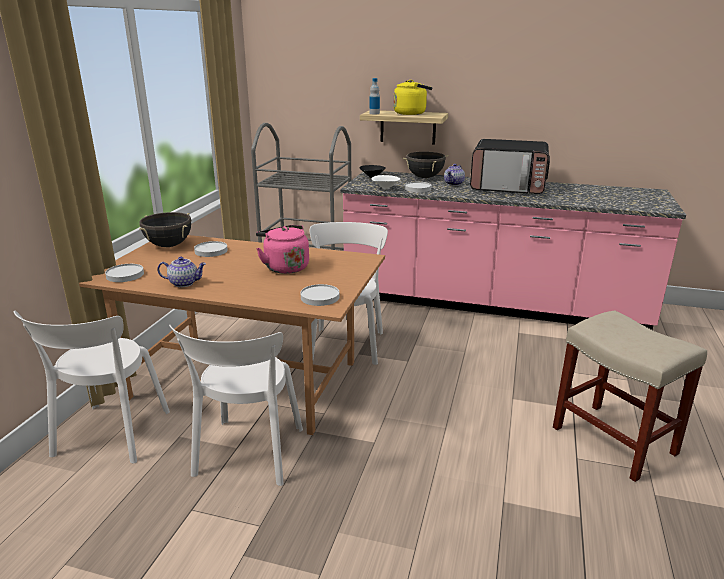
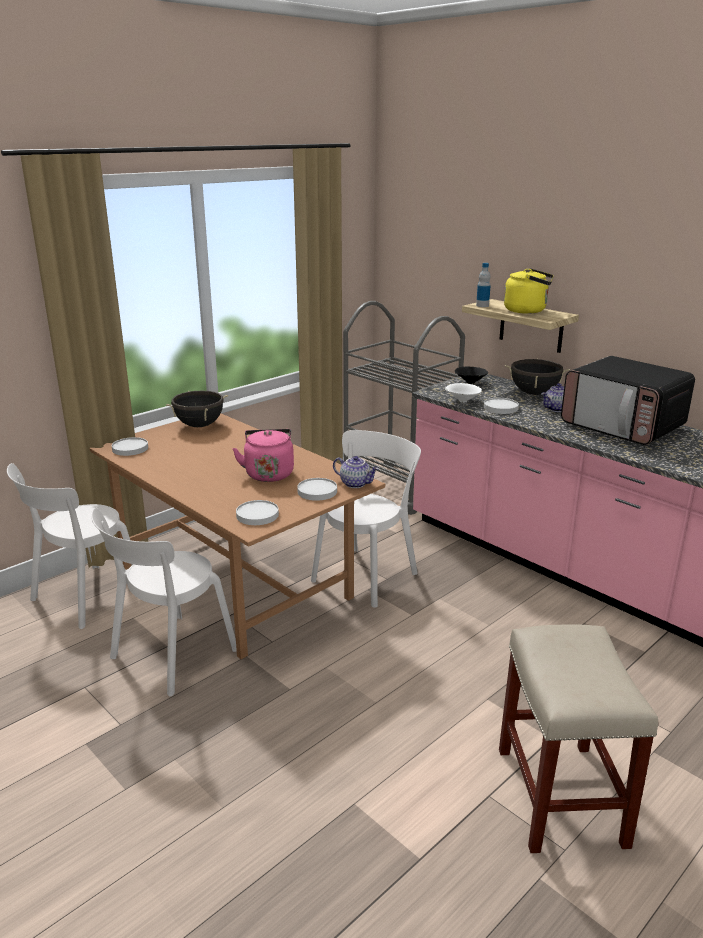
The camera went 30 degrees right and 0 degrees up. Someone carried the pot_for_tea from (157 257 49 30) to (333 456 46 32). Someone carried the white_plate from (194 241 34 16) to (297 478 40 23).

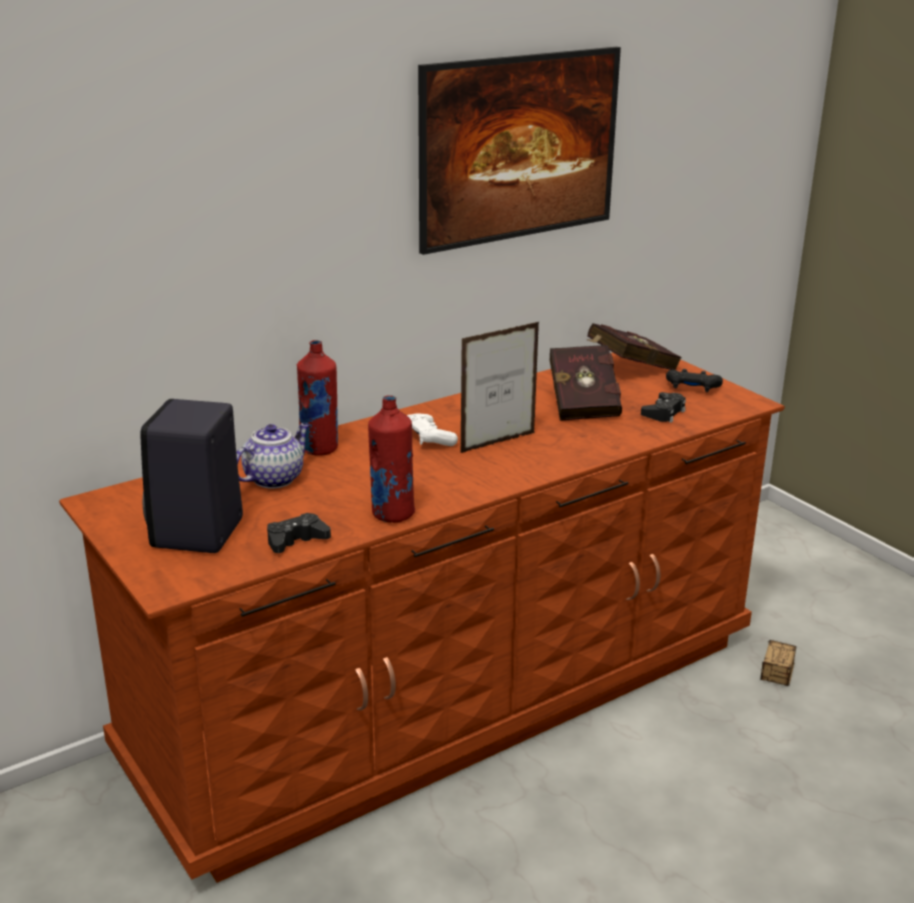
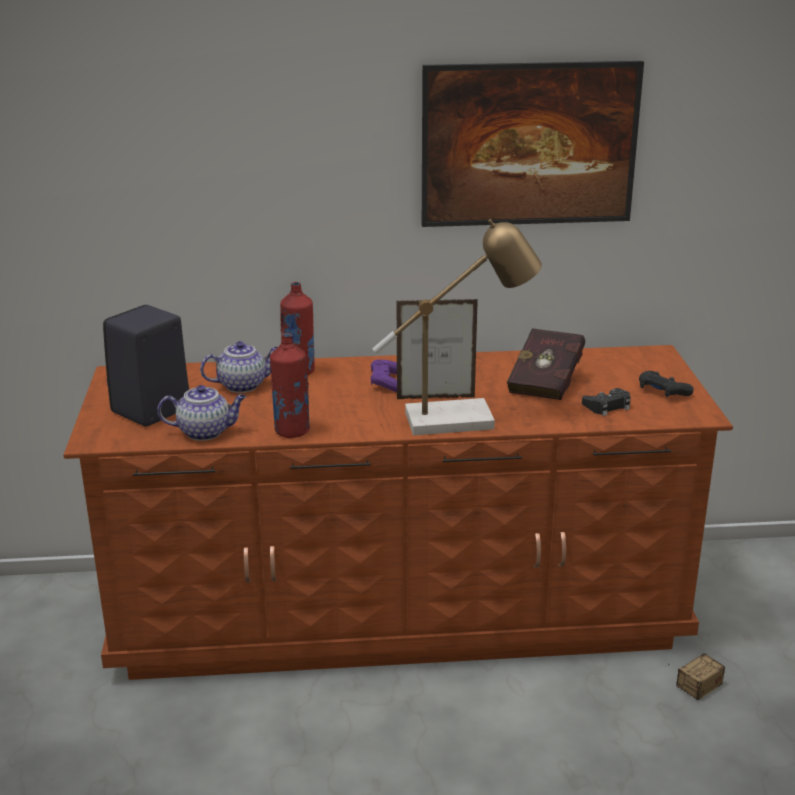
The camera went 30 degrees right and 0 degrees up. Someone swapped the black_joypad at (267 513 64 40) for the pot_for_tea at (157 385 89 56). Someone repainted the white_joypad at (407 413 51 33), which became the purplish_joypad at (370 359 27 33). Someone took away the red_book at (587 323 95 47). Someone put down the tabletop_lamp at (372 219 170 216).

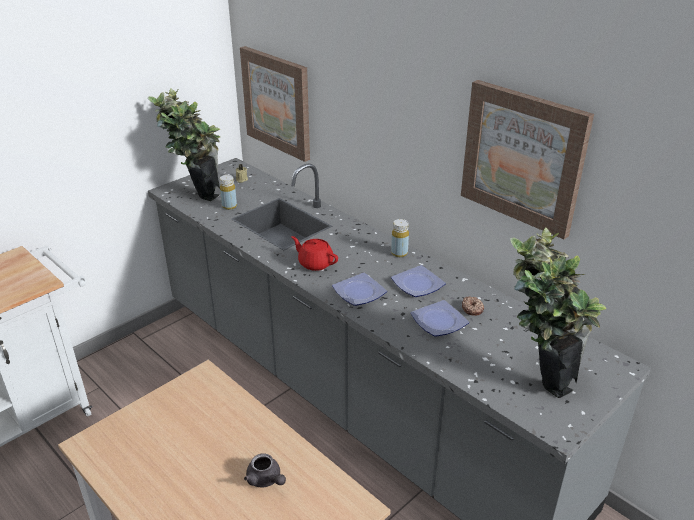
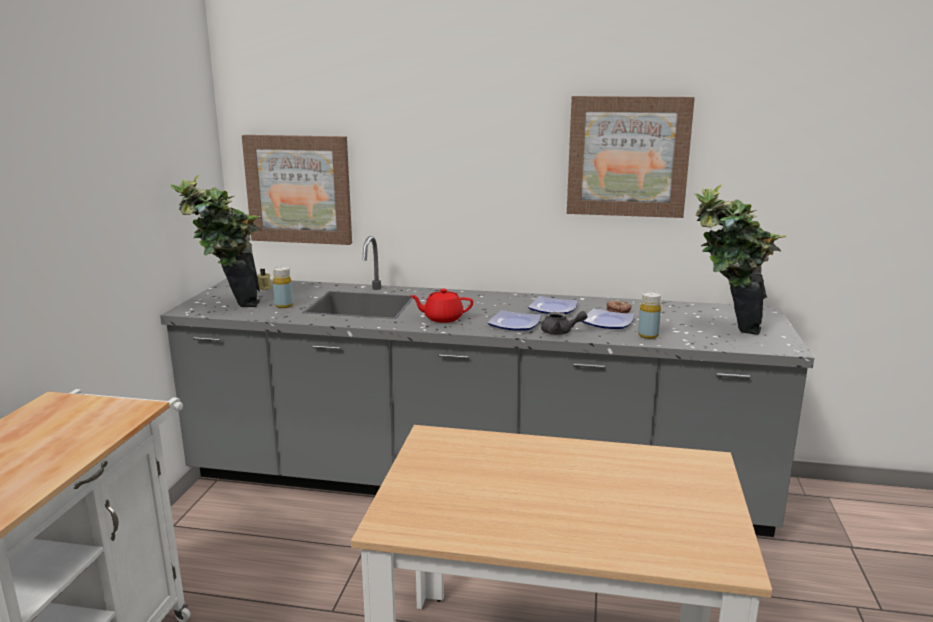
The camera went 35 degrees left and 15 degrees down. Someone carried the grey_pot_for_tea from (244 453 42 35) to (541 311 47 24). Someone carried the yellowish_drink_bottle from (391 219 18 38) to (638 292 23 47).

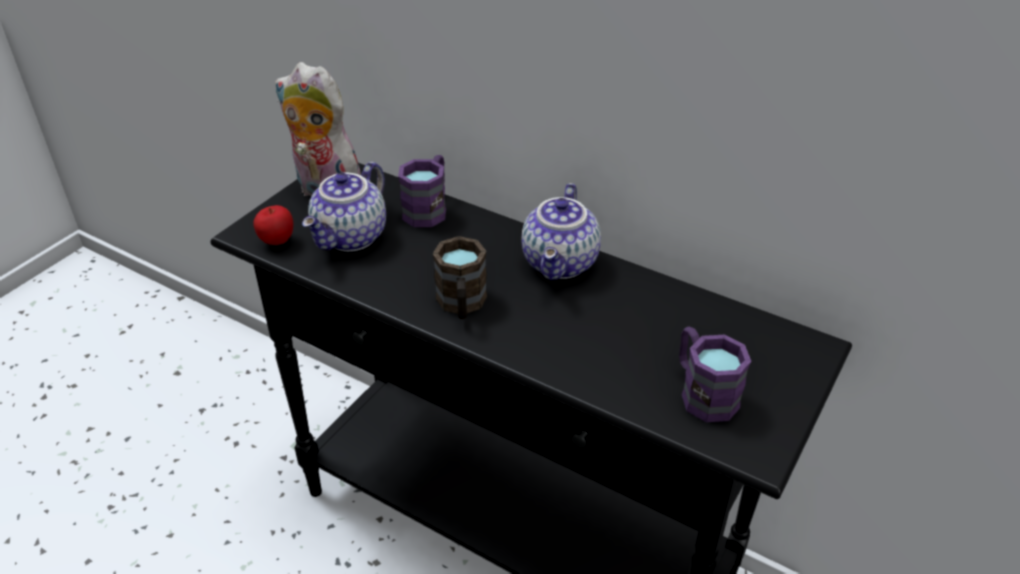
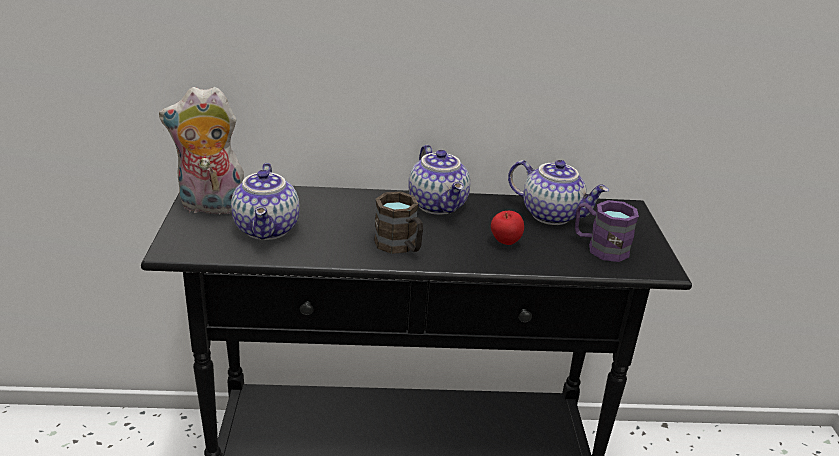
The camera went 35 degrees left and 10 degrees down. Someone carried the whole_apple from (253 205 40 40) to (491 211 33 34). Someone took away the purplish_tea_mug at (398 155 48 72). Someone put down the pot_for_tea at (508 160 101 65).

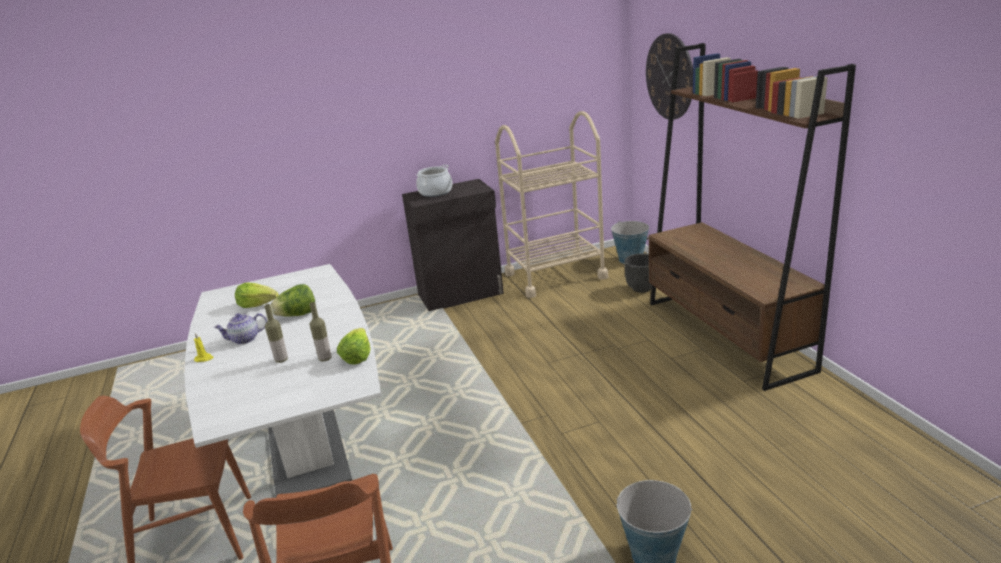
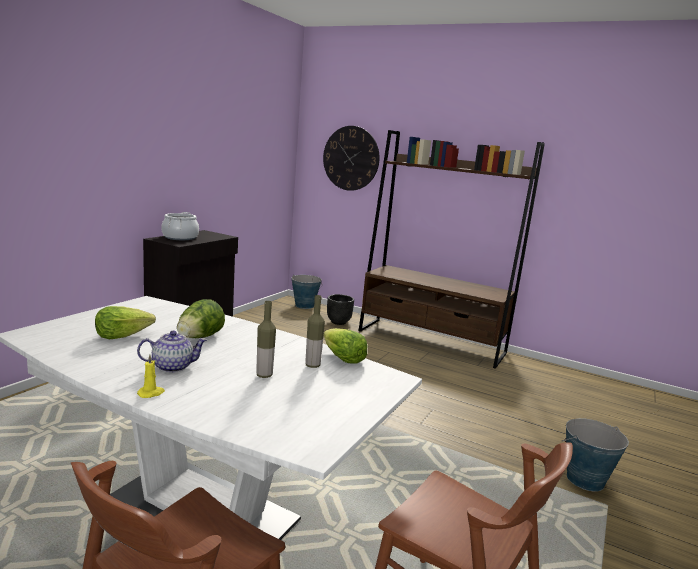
The camera went 45 degrees left and 10 degrees down. Someone rotated the pot_for_tea at (214 313 53 31) by 135 degrees counterclockwise. Someone took away the beige_wheeled_cart at (495 111 113 187).

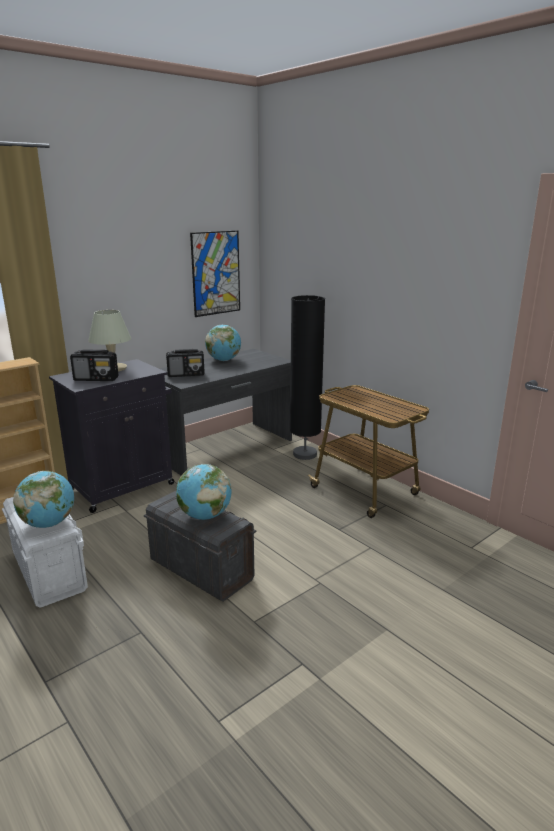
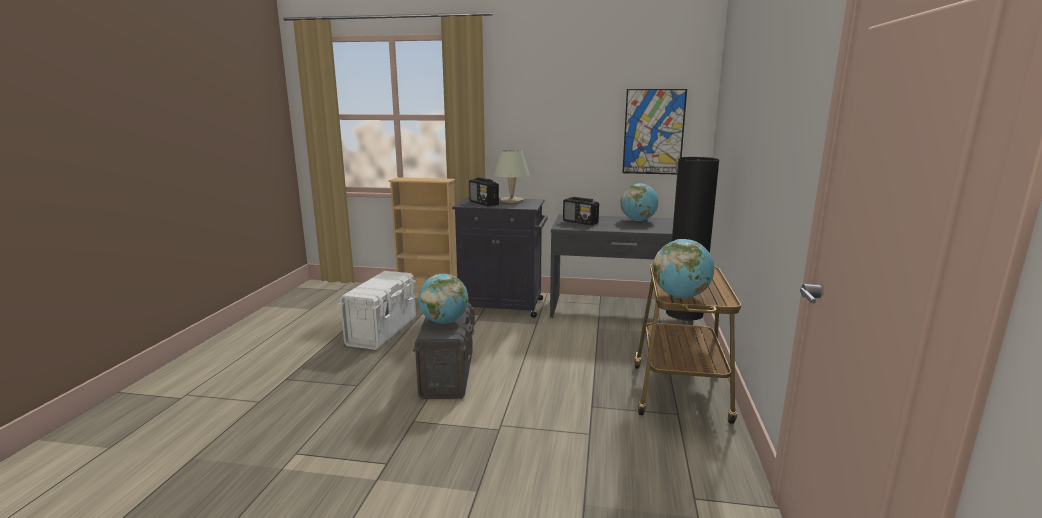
The camera went 50 degrees right and 5 degrees down. Someone carried the globe from (13 471 61 57) to (653 239 61 59).

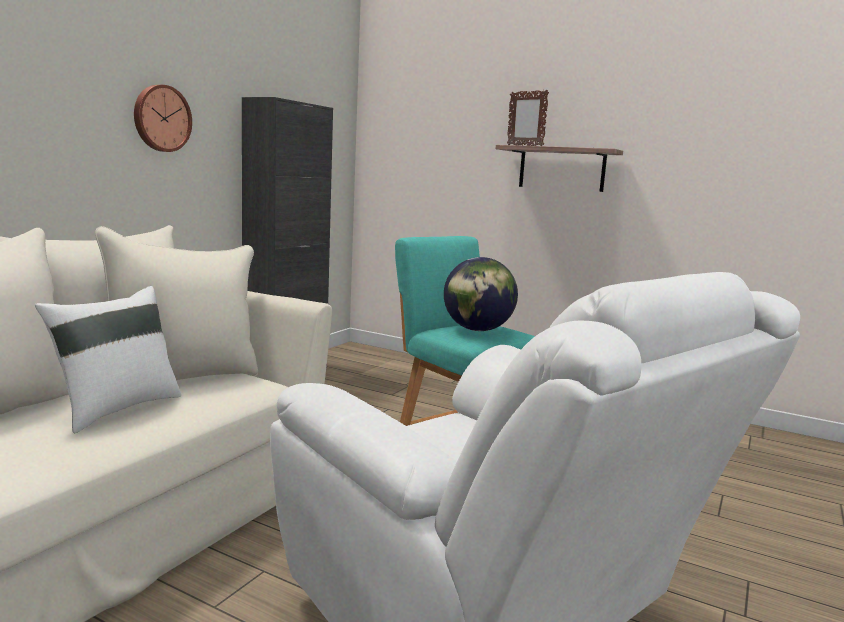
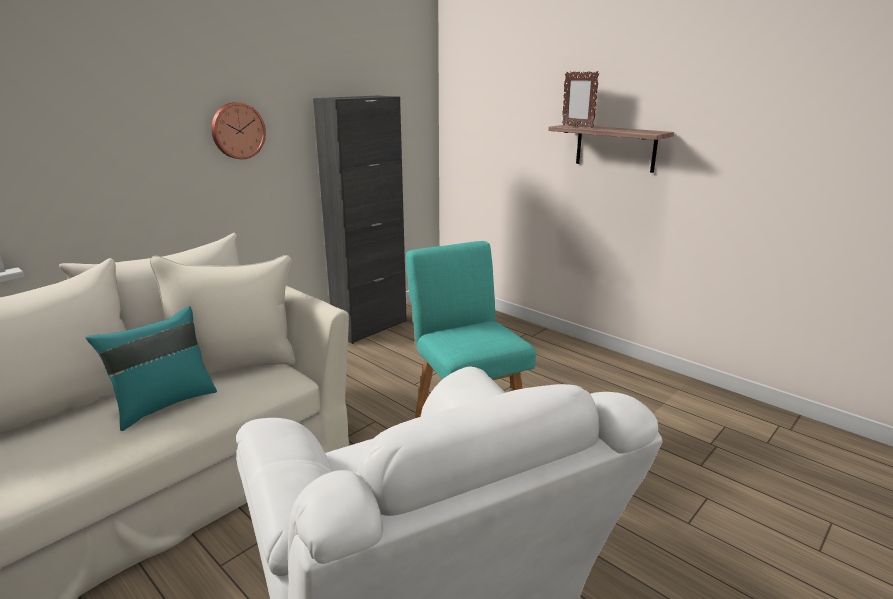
The camera went 15 degrees right and 10 degrees up. Someone repainted the white_cushion at (35 286 146 147), which became the turquoise_cushion at (85 306 132 125). Someone took away the globe at (444 257 74 74).

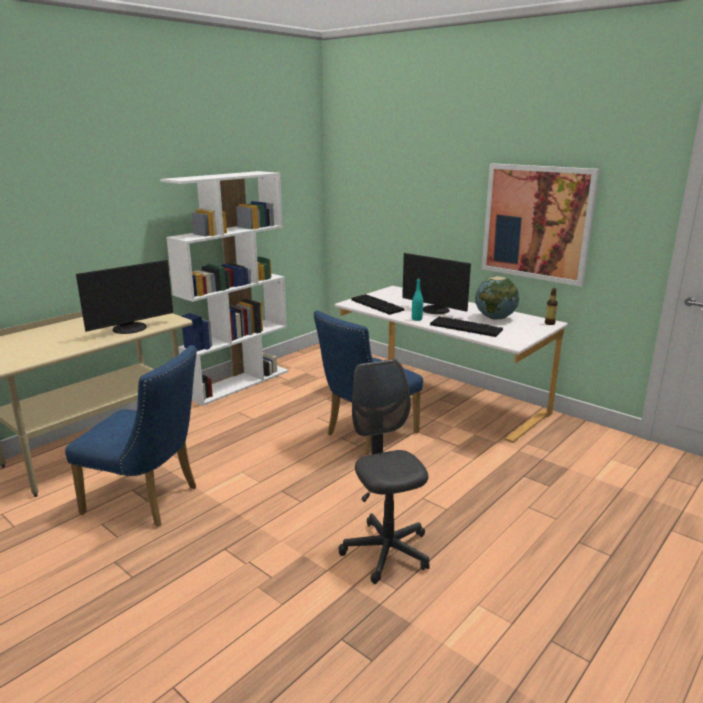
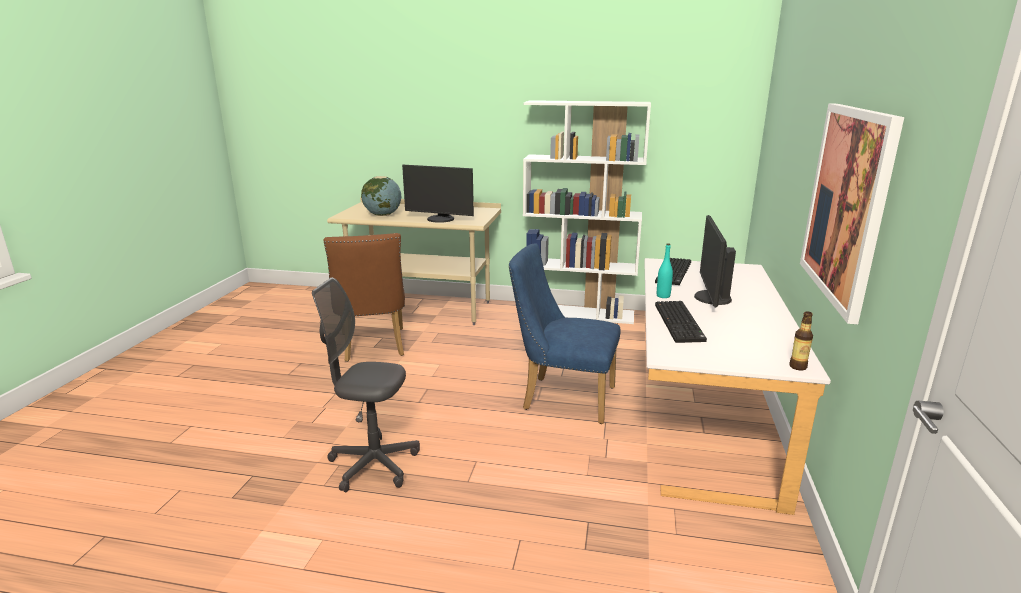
The camera went 60 degrees right and 0 degrees up. Someone repainted the blue-coloured_upright_chair at (65 345 132 182), which became the brown_upright_chair at (323 233 82 129). Someone rotated the grey_office_chair at (339 359 91 225) by 120 degrees counterclockwise. Someone carried the globe from (475 276 44 44) to (361 176 40 40).

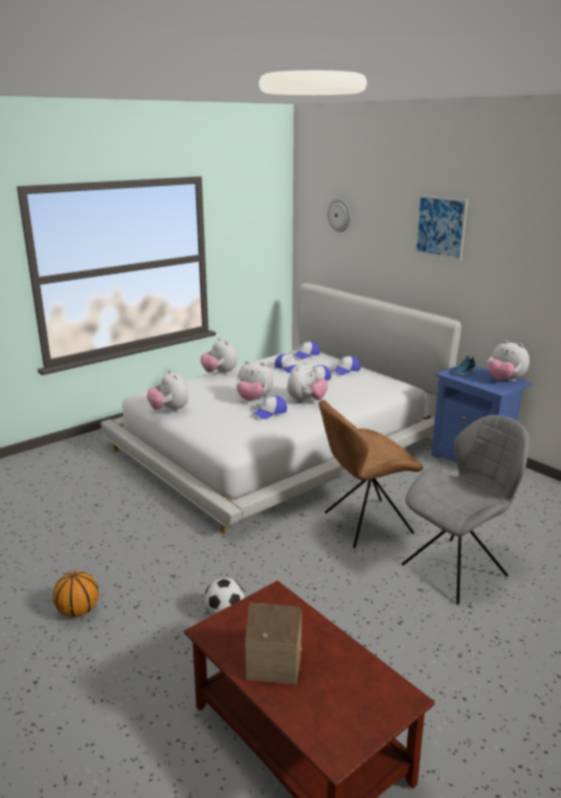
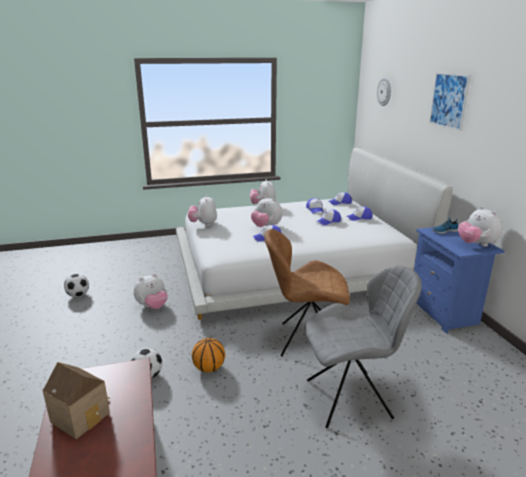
The camera went 25 degrees right and 0 degrees up. Someone carried the basketball from (53 571 46 46) to (192 338 33 34). Someone carried the cuddly_toy from (287 361 41 42) to (134 274 34 35). Someone put down the football_ball at (64 274 25 23).

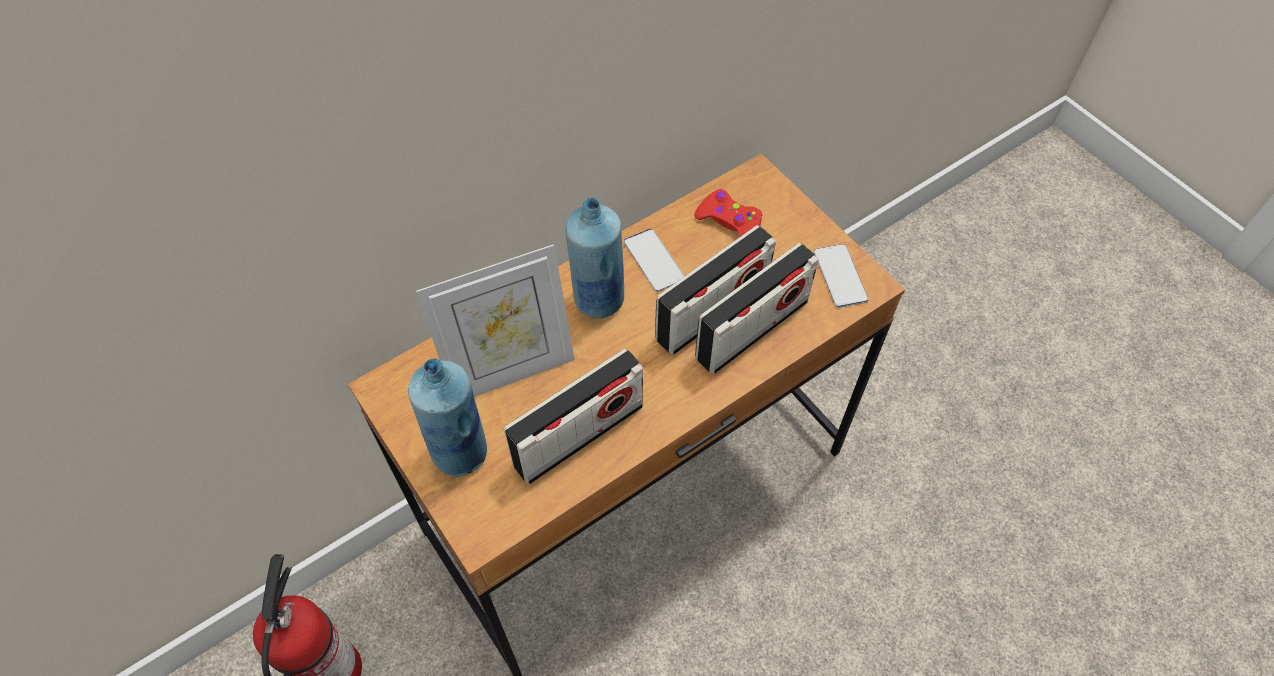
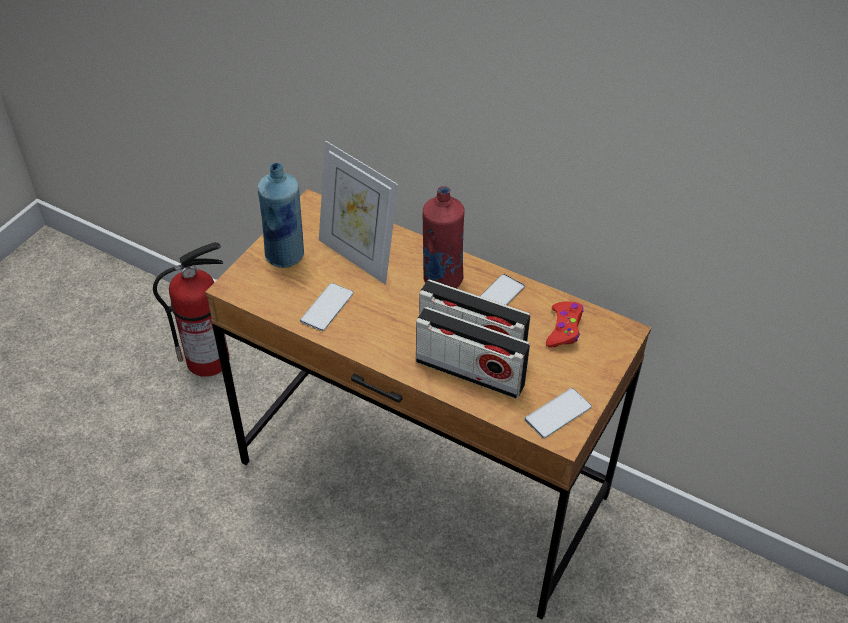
The camera went 65 degrees right and 10 degrees down. Someone swapped the radio_set at (504 349 139 136) for the handset at (300 283 54 48). Someone repainted the blue-coloured_drink_bottle at (566 197 58 121), which became the red_drink_bottle at (423 186 42 102).

